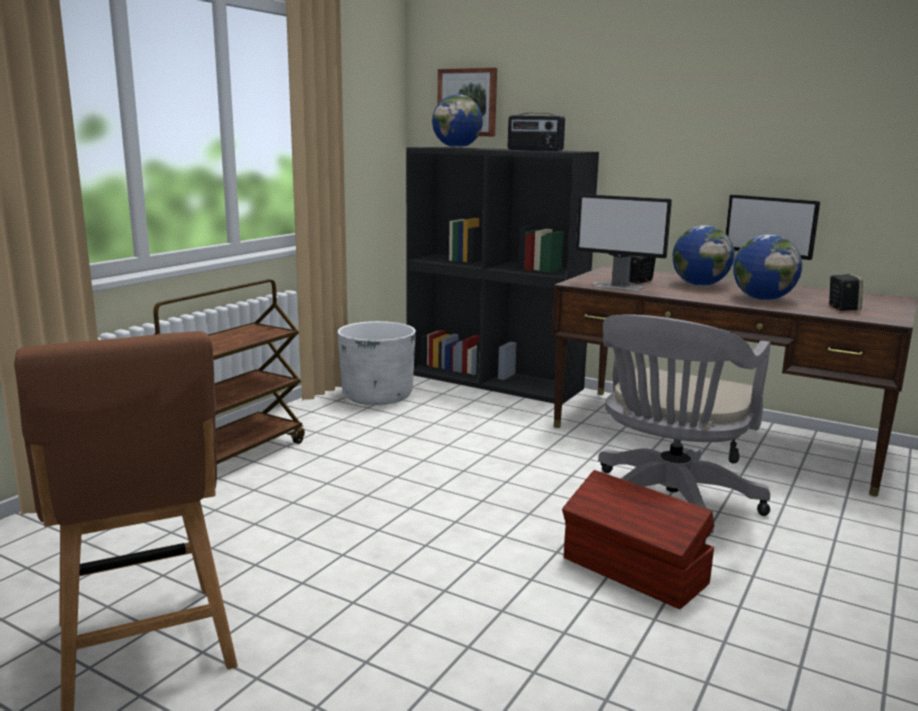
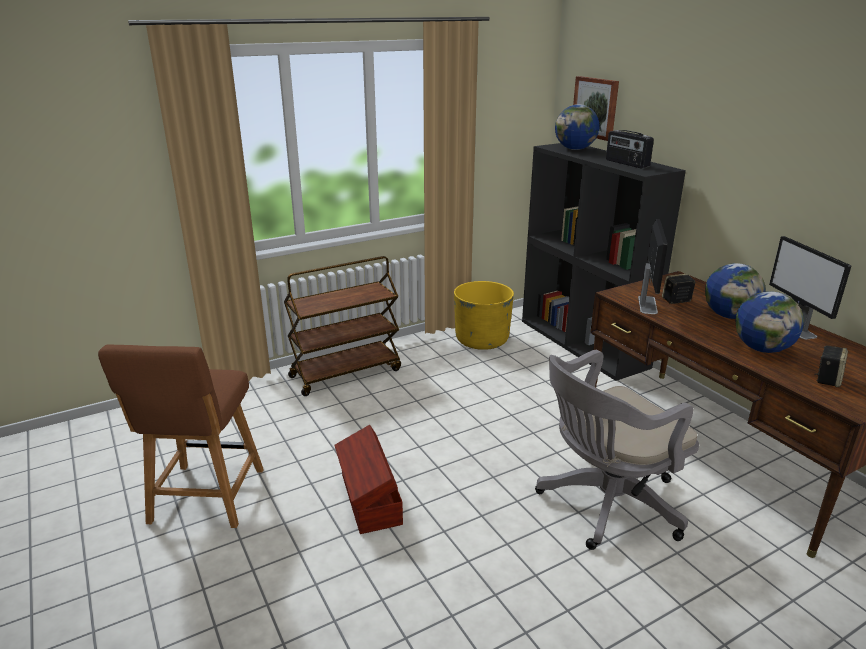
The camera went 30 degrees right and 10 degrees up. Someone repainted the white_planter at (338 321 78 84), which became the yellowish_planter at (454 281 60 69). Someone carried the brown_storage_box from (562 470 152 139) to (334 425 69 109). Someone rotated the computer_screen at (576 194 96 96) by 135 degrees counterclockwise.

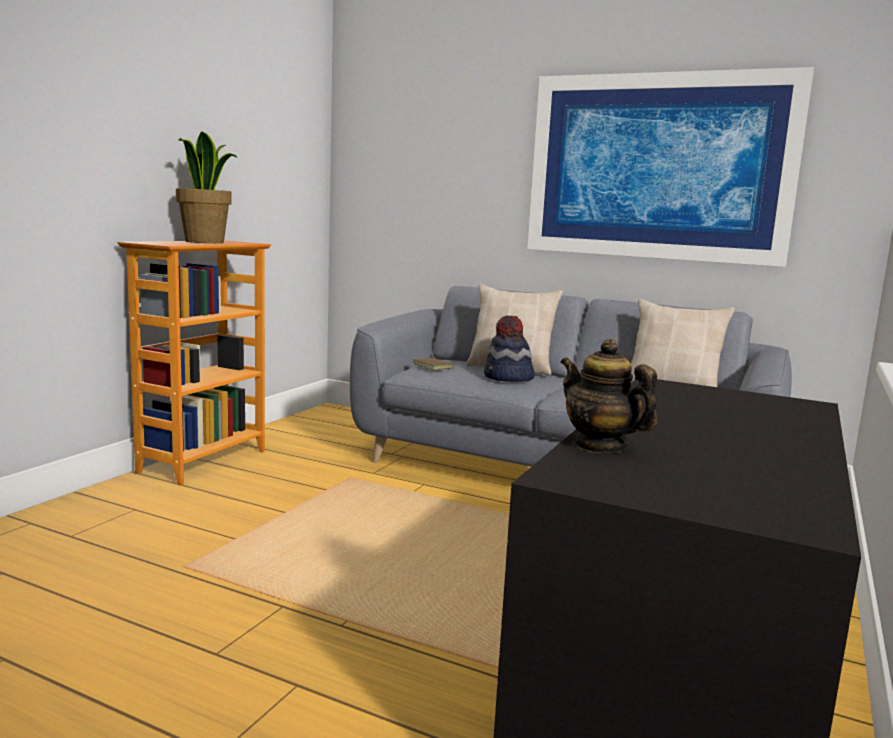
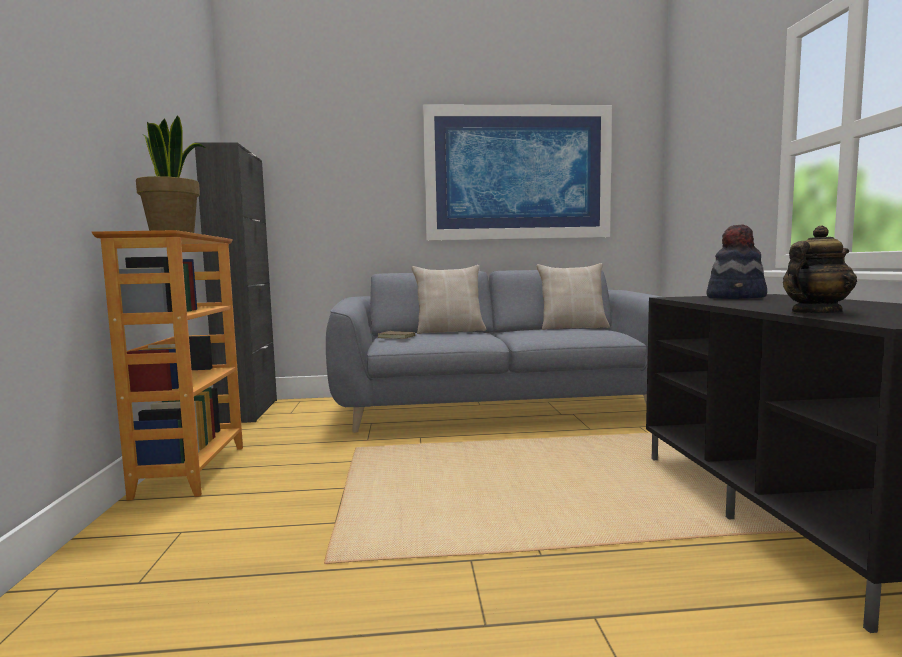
The camera went 30 degrees left and 5 degrees down. Someone carried the wearable_hat from (484 316 51 66) to (707 224 60 75). Someone rotated the pot_for_tea at (560 338 98 115) by 135 degrees clockwise. Someone put down the black_cupboard at (195 142 82 281).

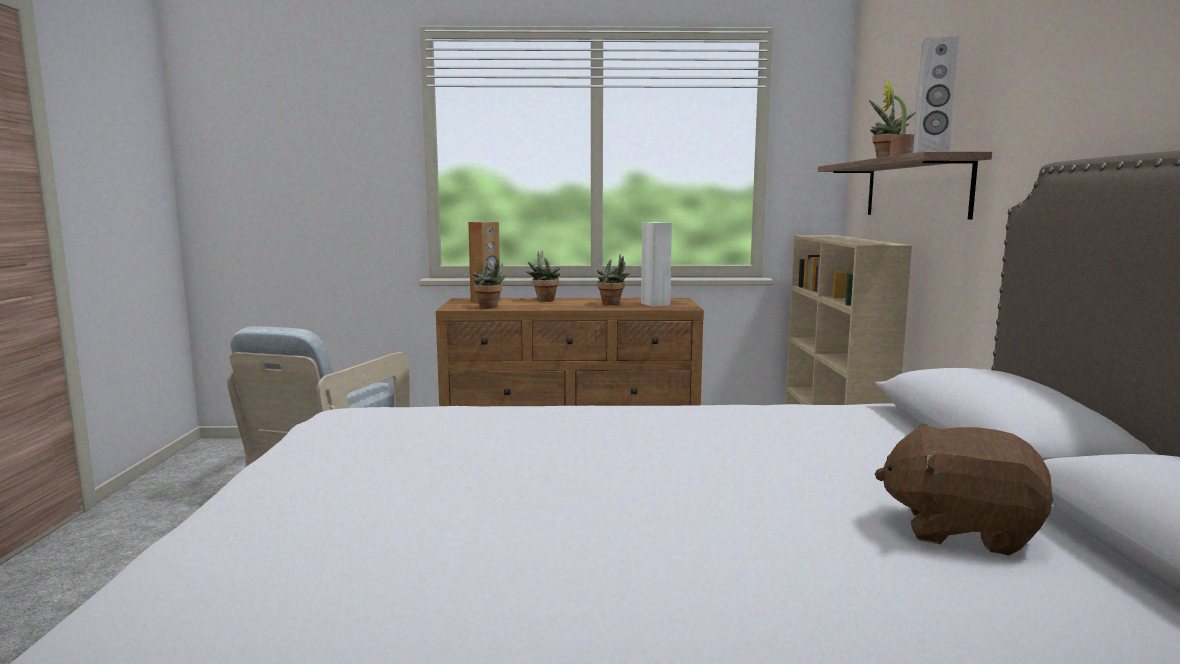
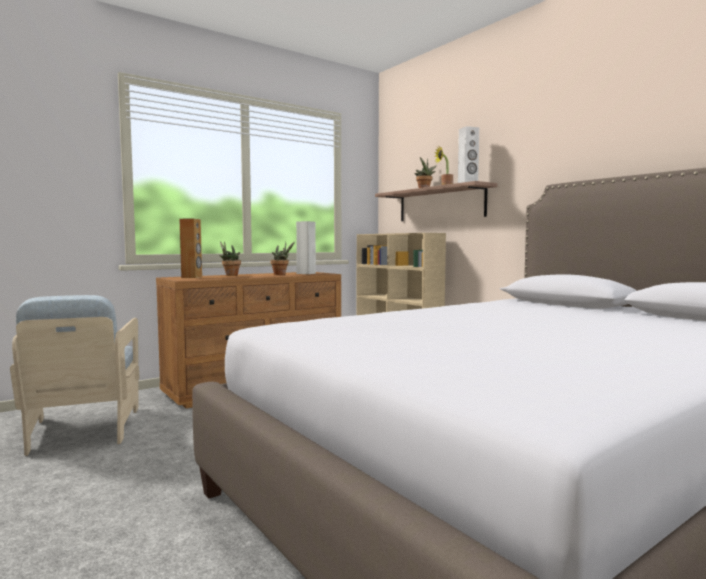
The camera went 35 degrees left and 5 degrees down. Someone took away the plant_in_a_pot at (472 255 36 53). Someone took away the brown_cuddly_toy at (875 424 178 131).

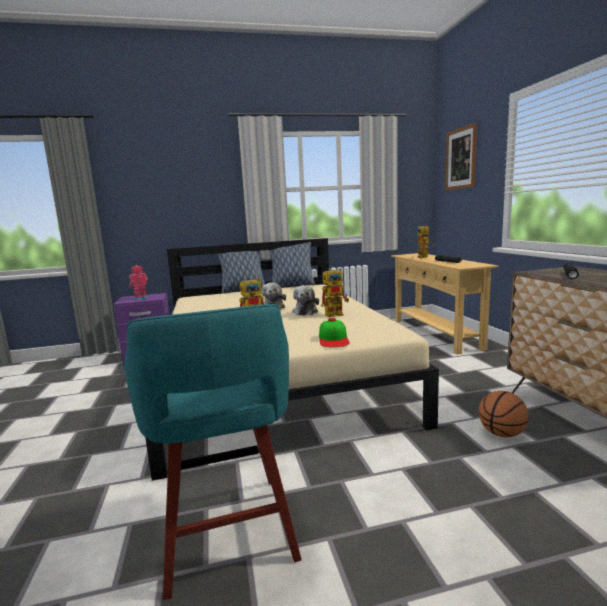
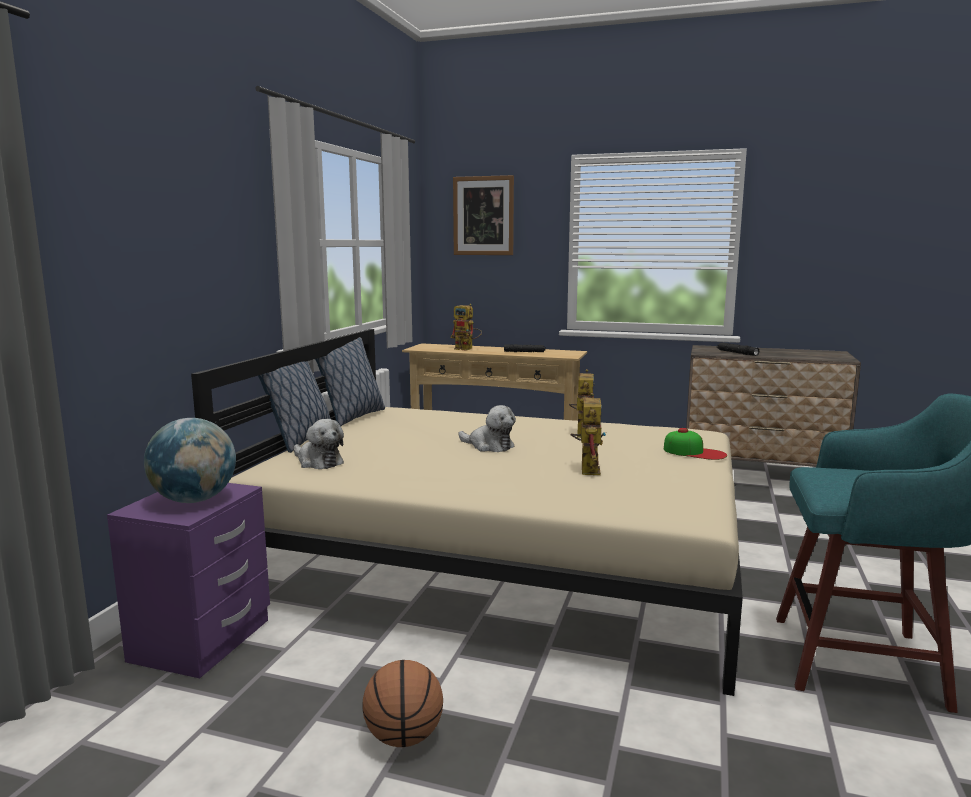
The camera went 60 degrees left and 0 degrees up. Someone swapped the robot_figure at (129 265 19 35) for the globe at (144 418 92 85). Someone carried the cuddly_toy from (292 285 27 30) to (294 419 50 50). Someone carried the basketball from (479 391 50 46) to (362 660 81 87).

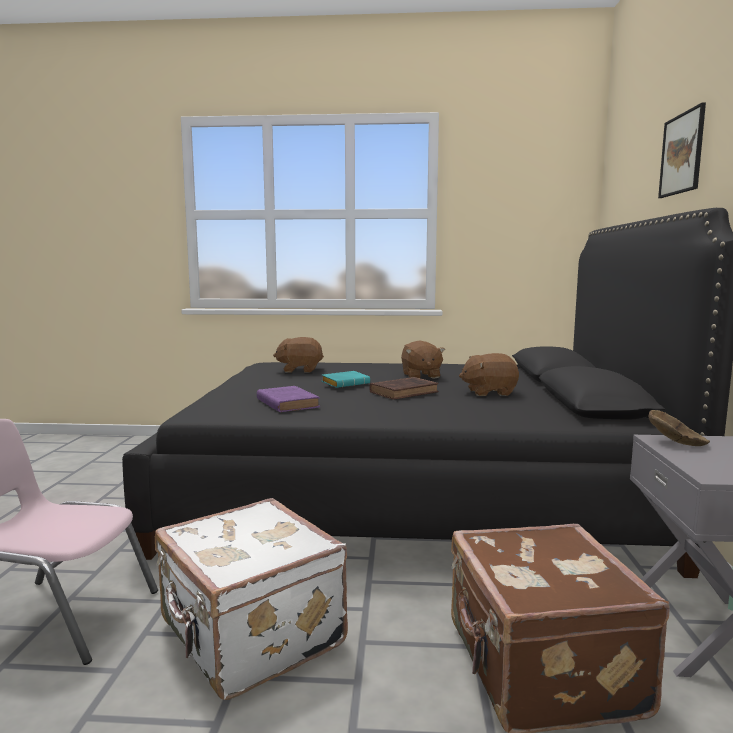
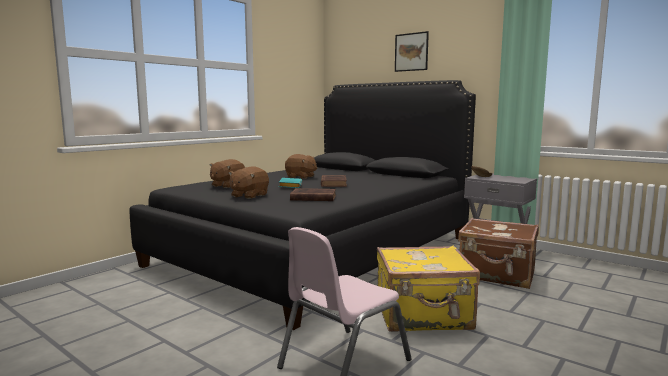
The camera went 55 degrees left and 0 degrees up. Someone repainted the white_suitcase at (155 498 193 202), which became the yellowish_suitcase at (377 245 103 87). Someone repainted the purplish_book at (257 386 63 26), which became the brown_book at (290 188 46 13). Someone carried the brown_cuddly_toy from (459 353 60 43) to (228 166 41 33).

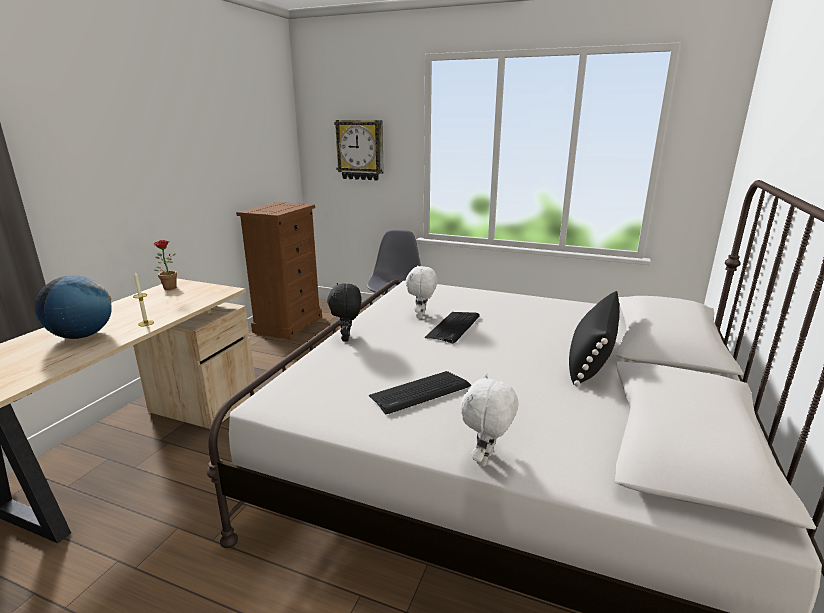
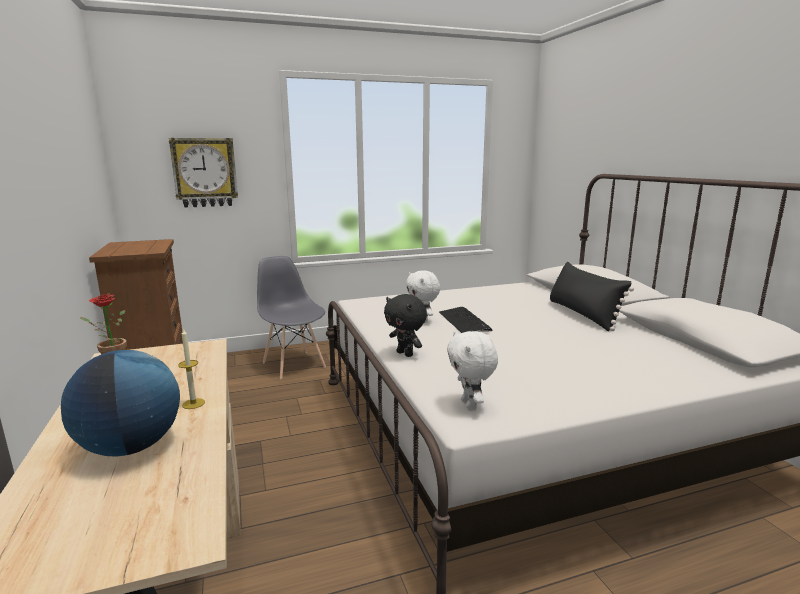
The camera went 40 degrees left and 5 degrees down. Someone took away the PC_keyboard at (369 371 102 43). Someone carried the white_cuddly_toy from (460 373 59 93) to (447 331 51 80).

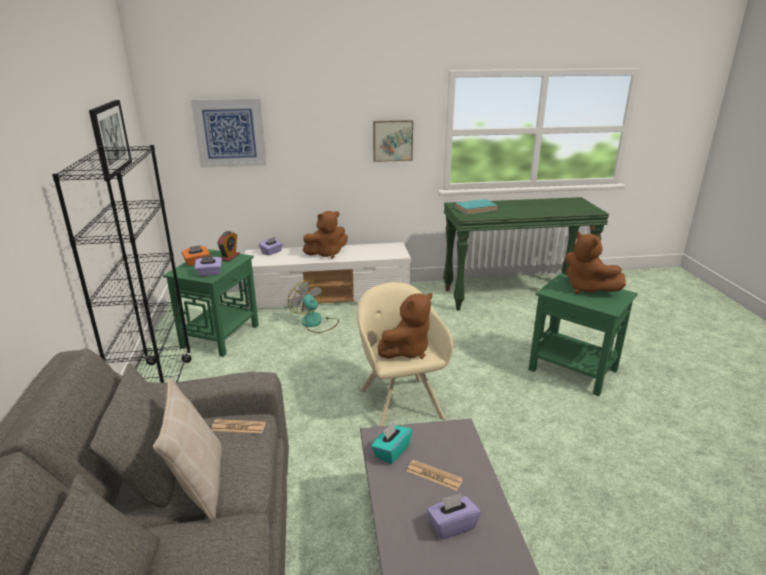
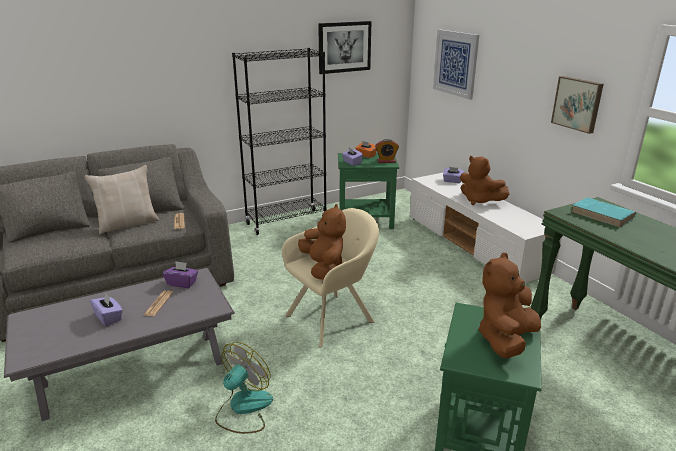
The camera went 70 degrees right and 0 degrees up. Someone carried the cooling_fan from (288 280 51 53) to (215 342 58 92). Someone repainted the turquoise_tissue_box at (371 422 41 42), which became the purplish_tissue_box at (163 261 35 27). Someone rotated the brown_cuddly_toy at (378 293 54 66) by 135 degrees counterclockwise.

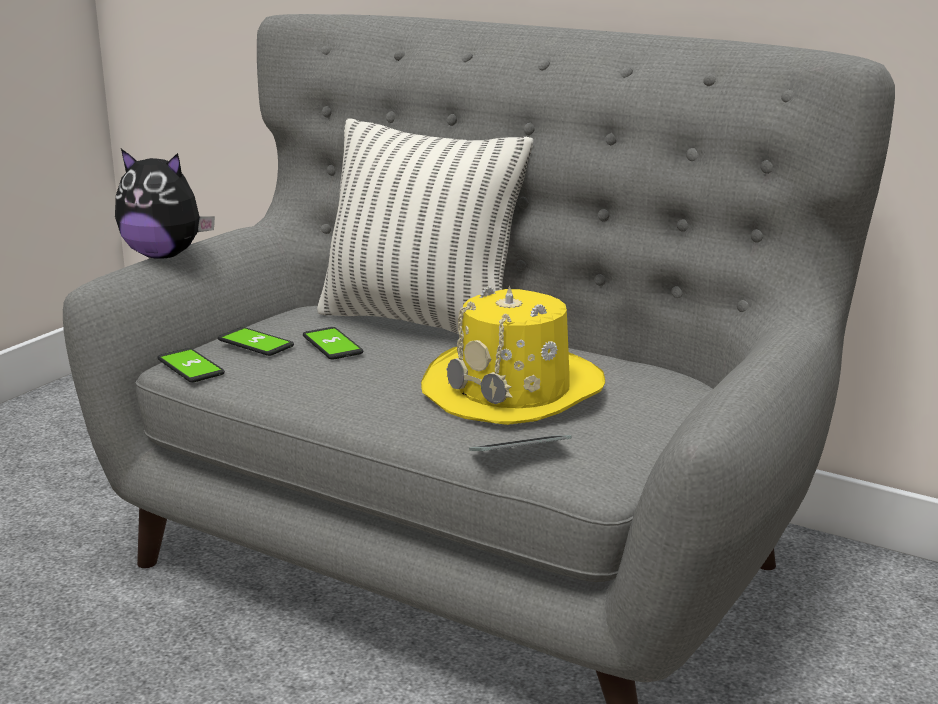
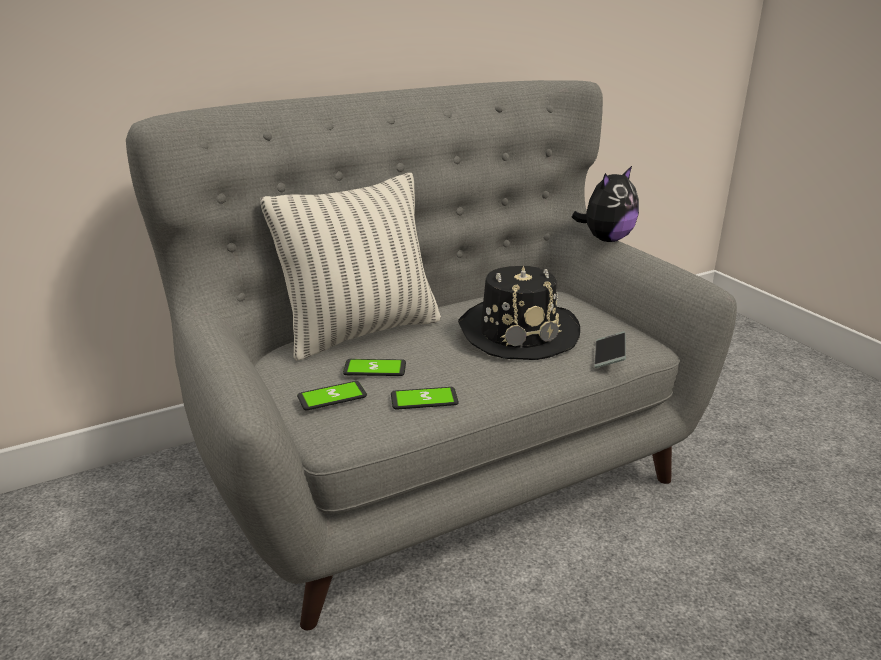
The camera went 60 degrees left and 5 degrees up. Someone carried the cuddly_toy from (115 149 100 110) to (572 166 67 76). Someone carried the handset from (157 348 68 35) to (391 387 68 22). Someone repainted the yellowish_wearable_hat at (421 286 184 139), which became the black_wearable_hat at (458 265 122 95).

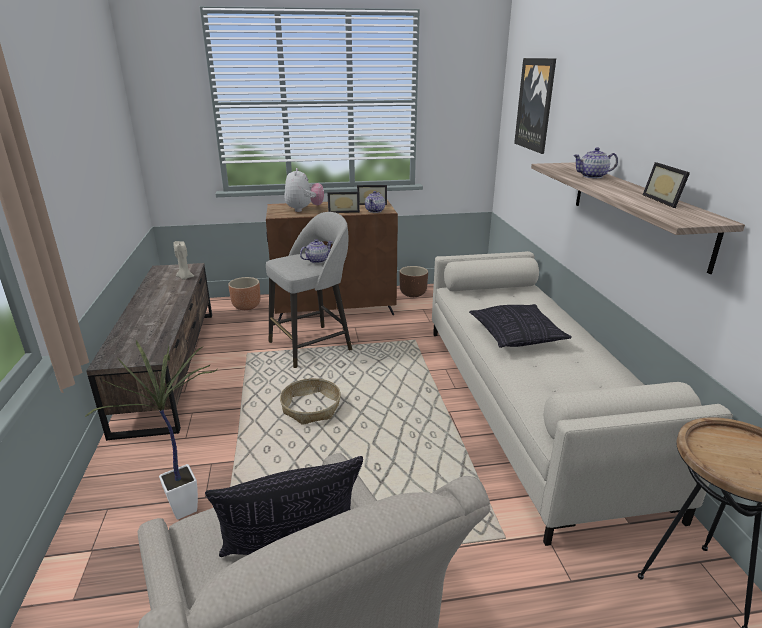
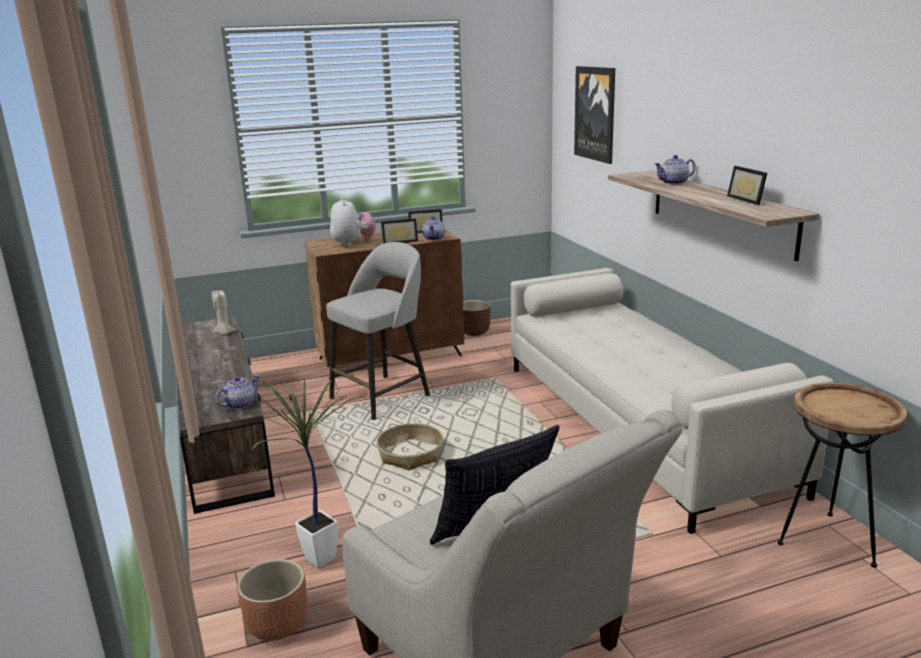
The camera went 10 degrees left and 5 degrees down. Someone carried the brown_planter from (228 277 33 33) to (237 559 71 82). Someone carried the pot_for_tea from (300 239 33 24) to (215 375 45 34). Someone took away the cushion at (469 304 103 44).

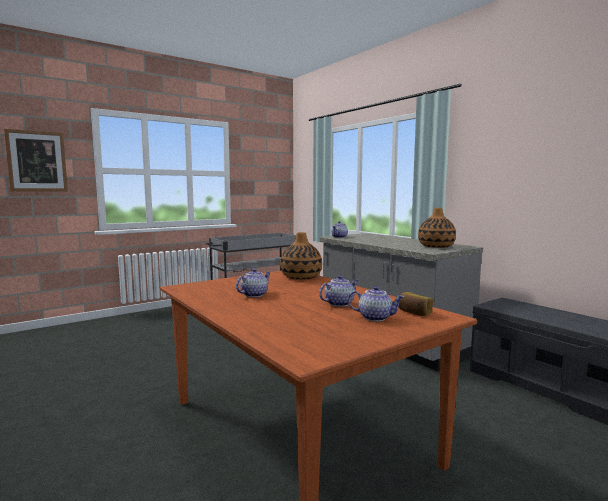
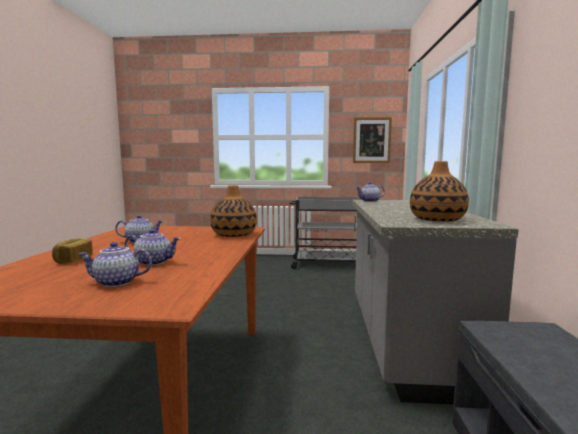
The camera went 40 degrees right and 0 degrees up. Someone carried the wall_art from (4 129 64 63) to (353 117 39 46). Someone rotated the pot_for_tea at (348 286 57 36) by 120 degrees clockwise. Someone carried the bread from (398 292 35 24) to (52 238 41 26).

